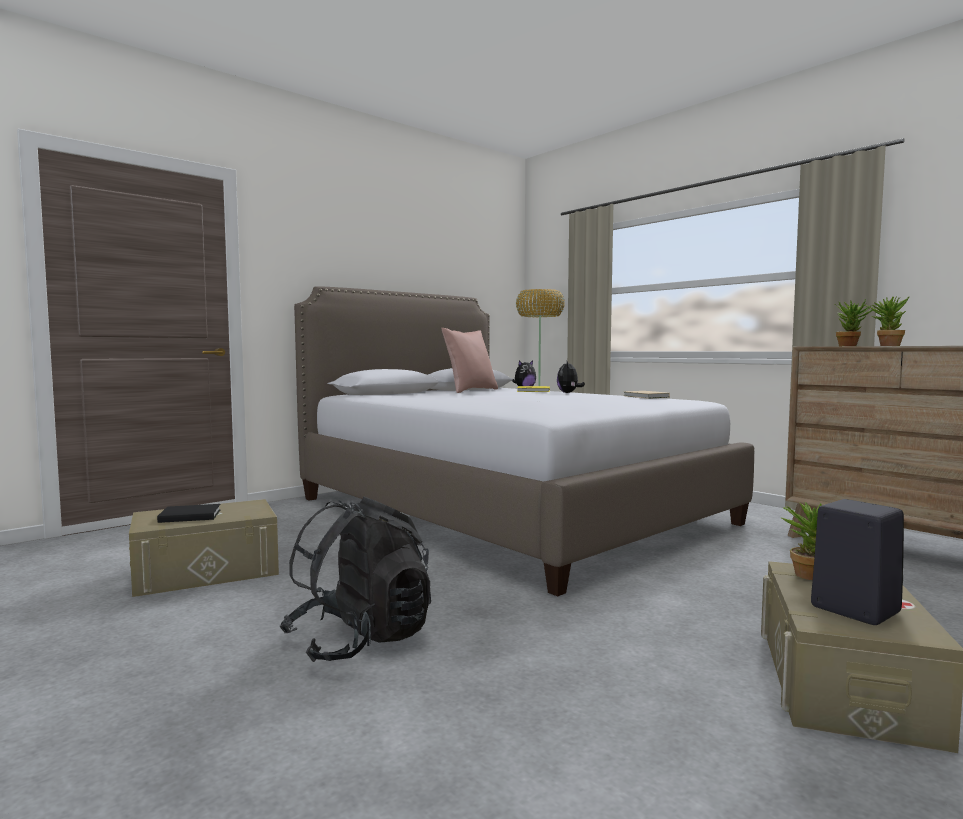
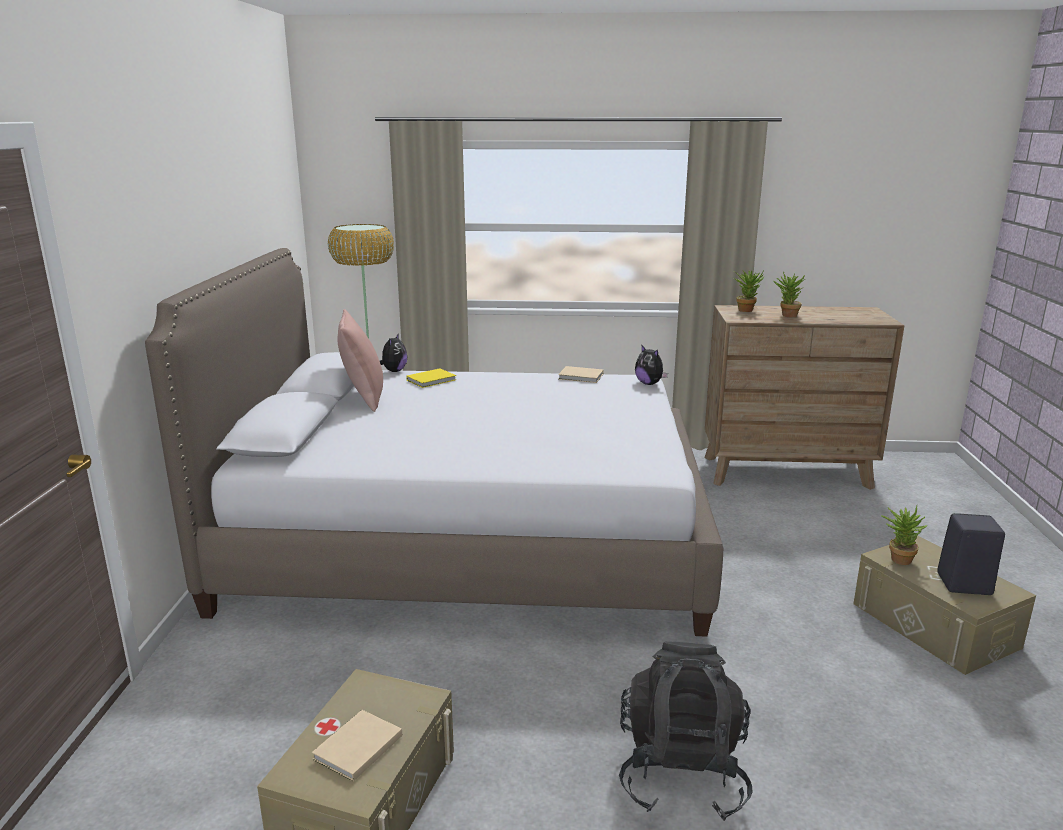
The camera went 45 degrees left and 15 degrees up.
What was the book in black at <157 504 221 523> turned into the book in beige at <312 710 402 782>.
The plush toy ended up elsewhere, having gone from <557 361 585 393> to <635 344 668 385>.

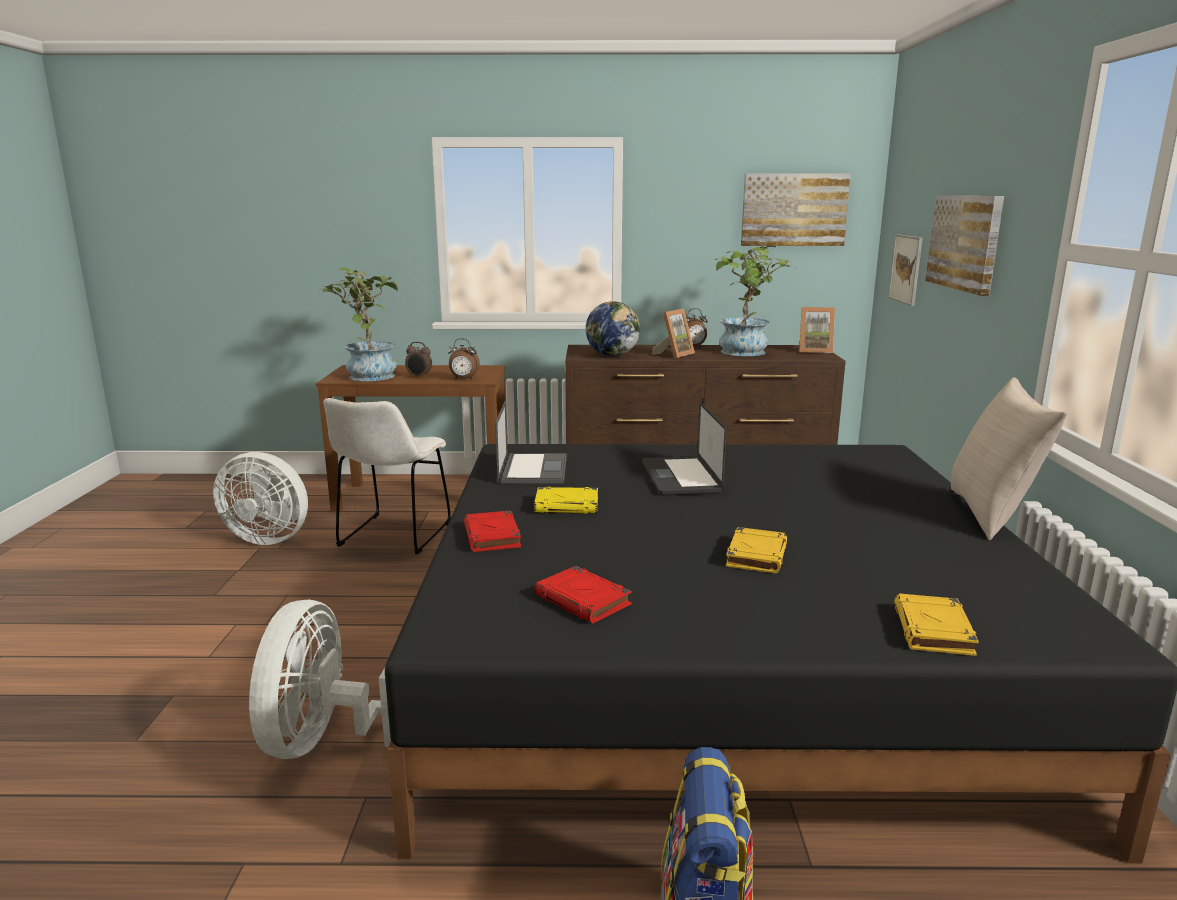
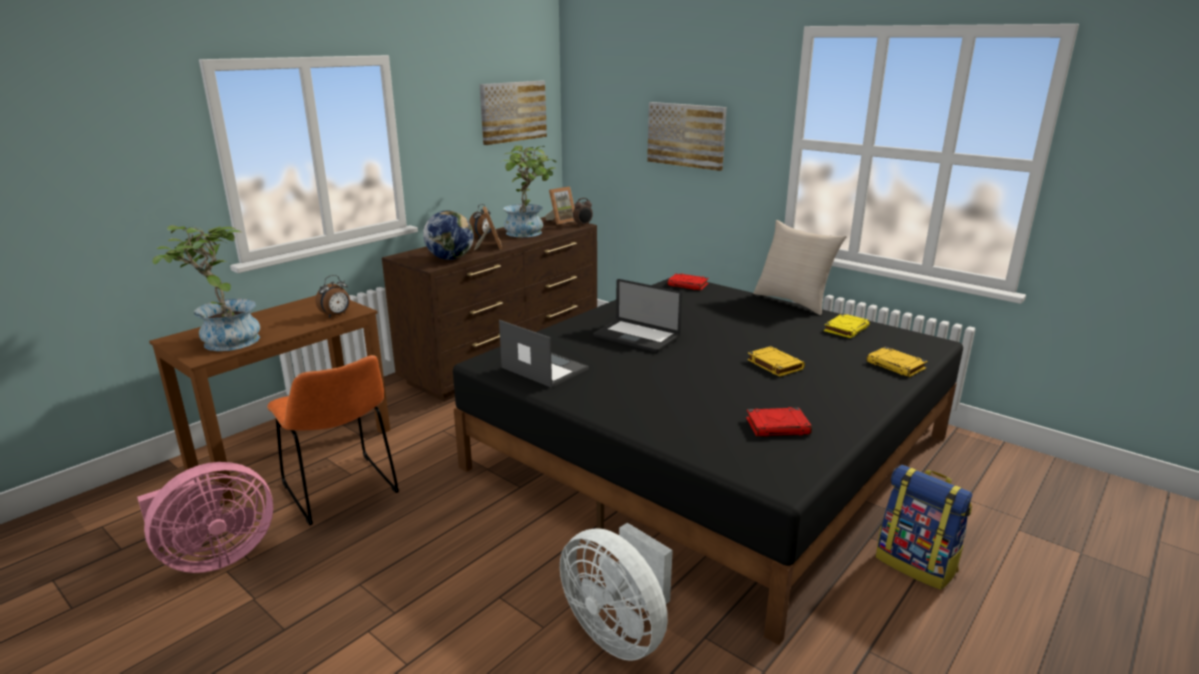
The camera went 50 degrees left and 5 degrees up.
What was the fan in white at <213 452 308 545> turned into the fan in pink at <137 462 273 573>.
What was the chair in white at <324 398 451 554> turned into the chair in orange at <267 355 399 525>.
The alarm clock ended up elsewhere, having gone from <405 342 432 378> to <573 198 593 226>.
The book in red ended up elsewhere, having gone from <464 510 521 552> to <667 273 709 290>.
The book in yellow ended up elsewhere, having gone from <534 487 598 514> to <824 313 870 338>.
The second view lost the picture at <888 234 923 306>.

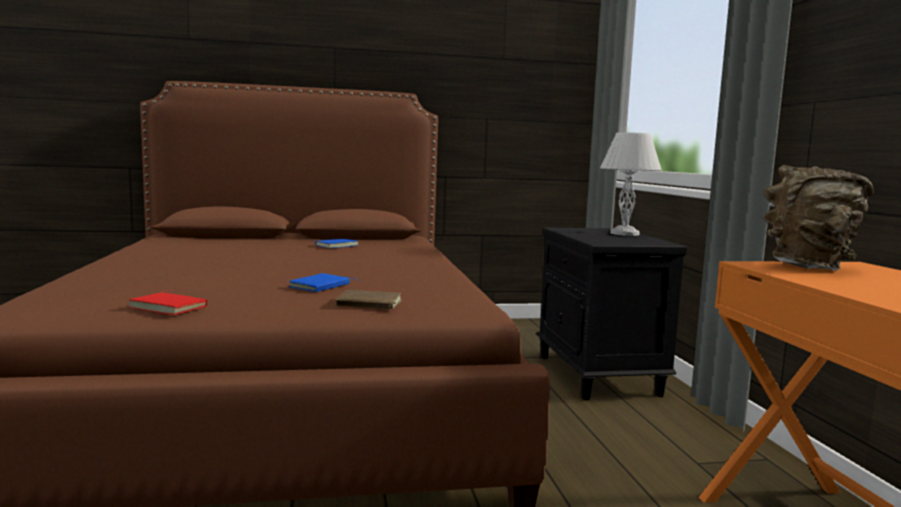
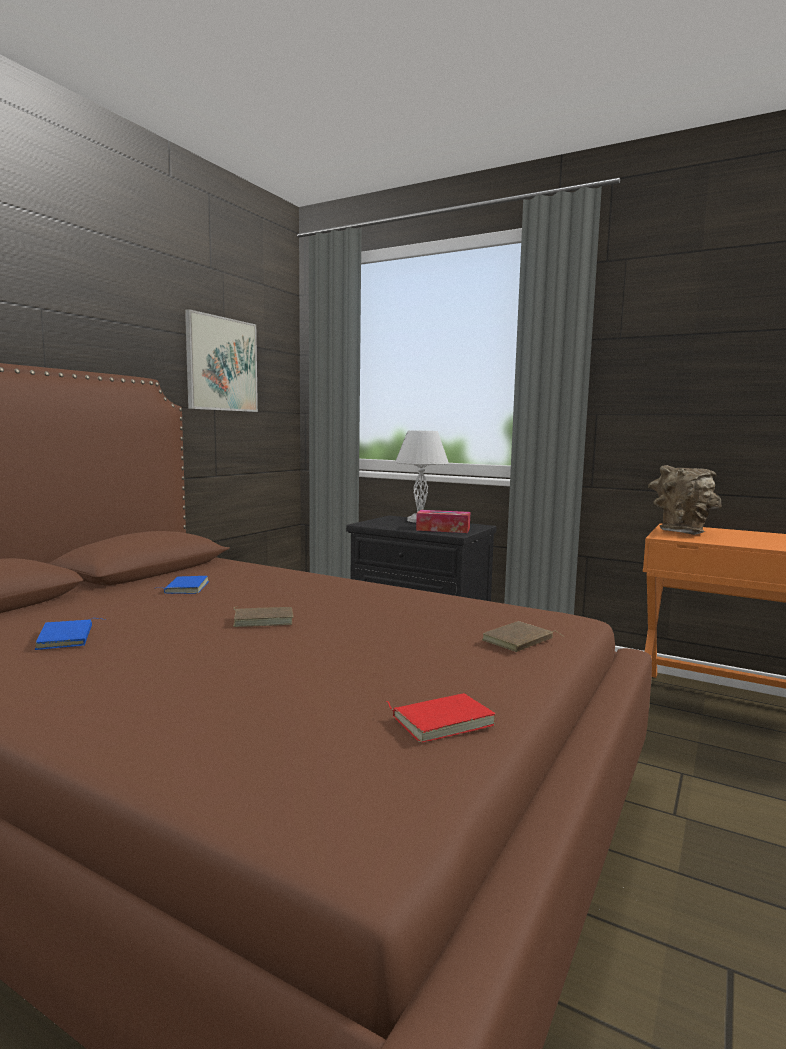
The camera went 50 degrees left and 0 degrees up.
The book in blue ended up elsewhere, having gone from <289 273 358 292> to <35 618 105 650>.
The second view gained the picture at <185 309 258 412>.
The second view gained the book in brown at <233 606 293 627>.
The second view gained the tissue box at <416 510 470 533>.

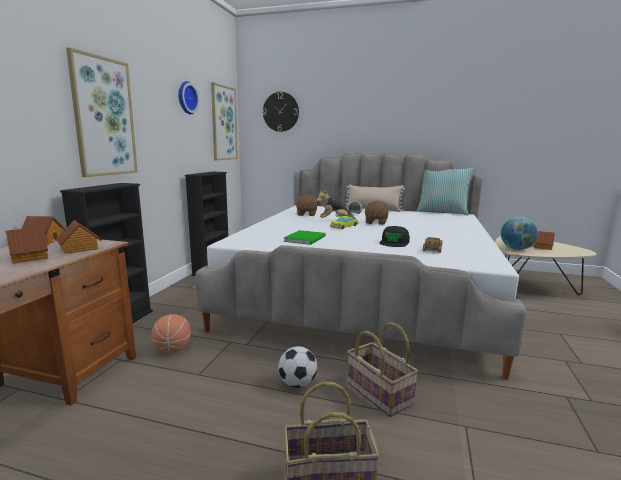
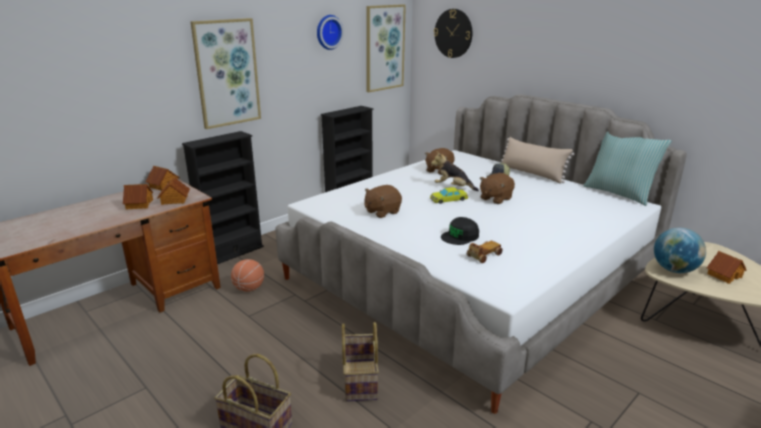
The camera went 30 degrees right and 10 degrees up.
Where the book in green stood at <284 230 326 245>, the plush toy in brown came to stand at <364 185 402 218>.
The second view lost the football at <278 346 317 388>.

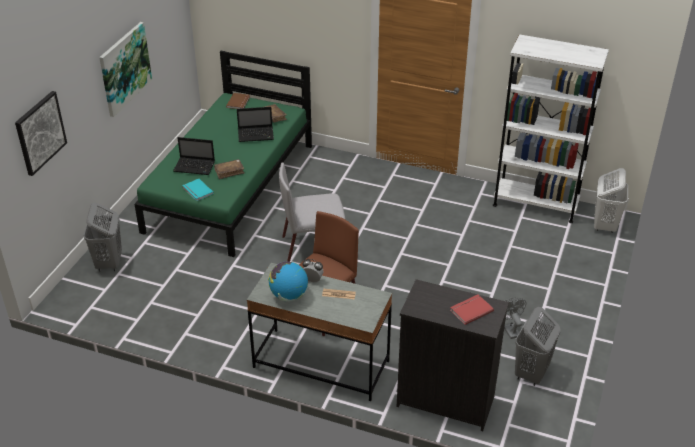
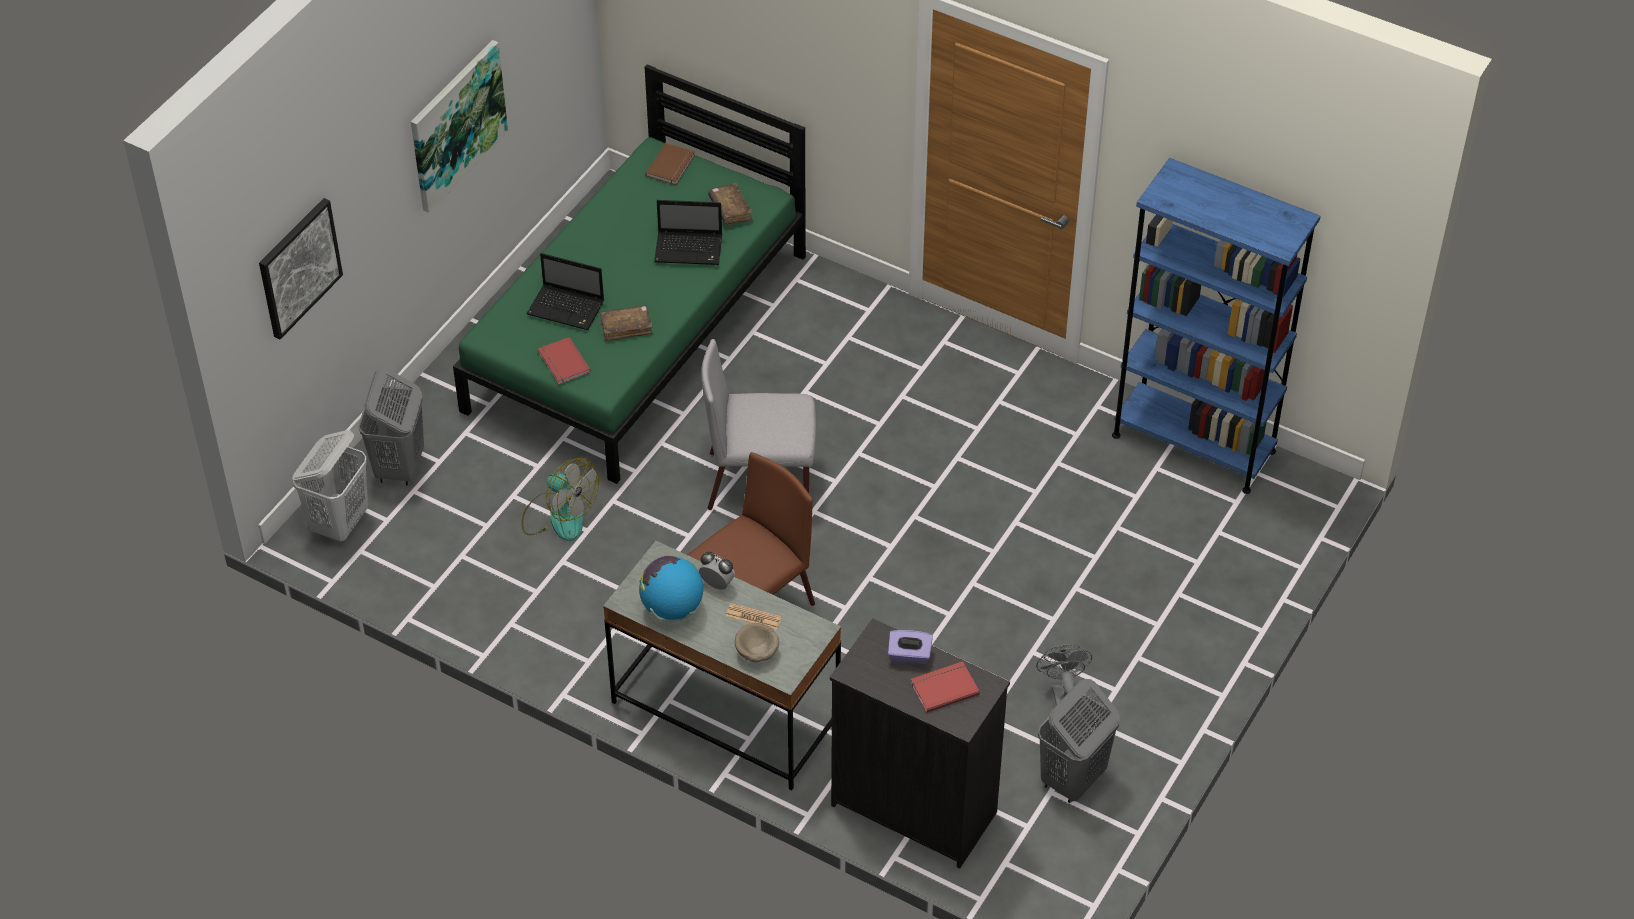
The camera went 10 degrees right and 10 degrees up.
The laundry basket in white ended up elsewhere, having gone from <594 168 628 233> to <292 430 368 542>.
The second view gained the fan at <521 458 599 541>.
What was the book in turquoise at <182 179 214 201> turned into the book in red at <538 337 591 385>.
The second view gained the bowl in beige at <735 623 779 662>.
The second view gained the tissue box in purple at <888 630 933 665>.
What was the bookcase in white at <493 34 609 223> turned into the bookcase in blue at <1112 158 1321 494>.

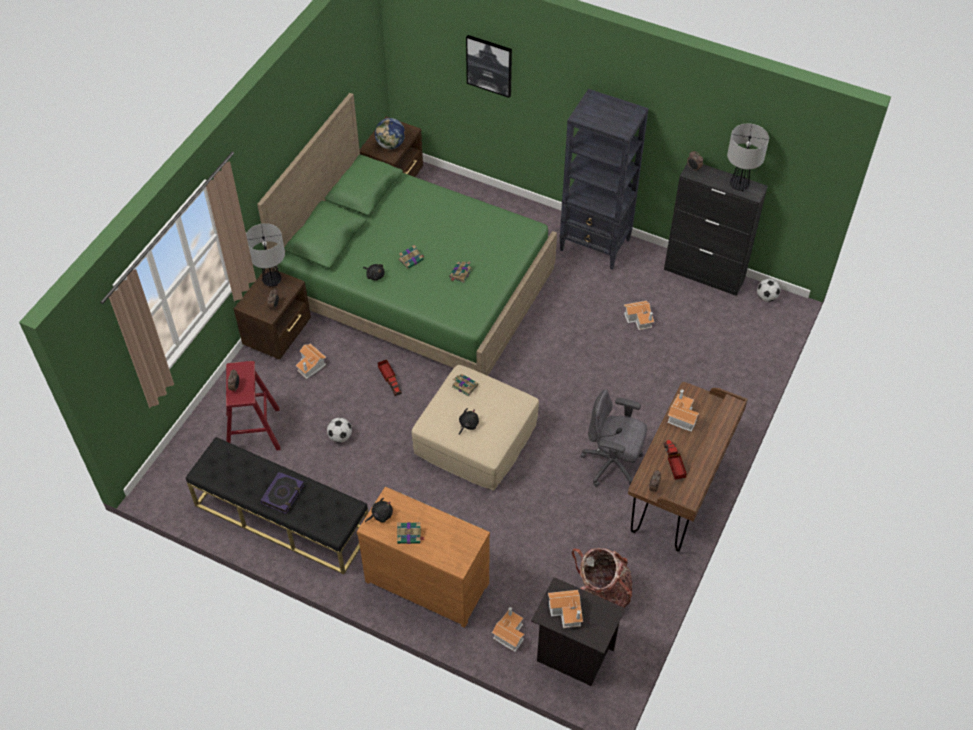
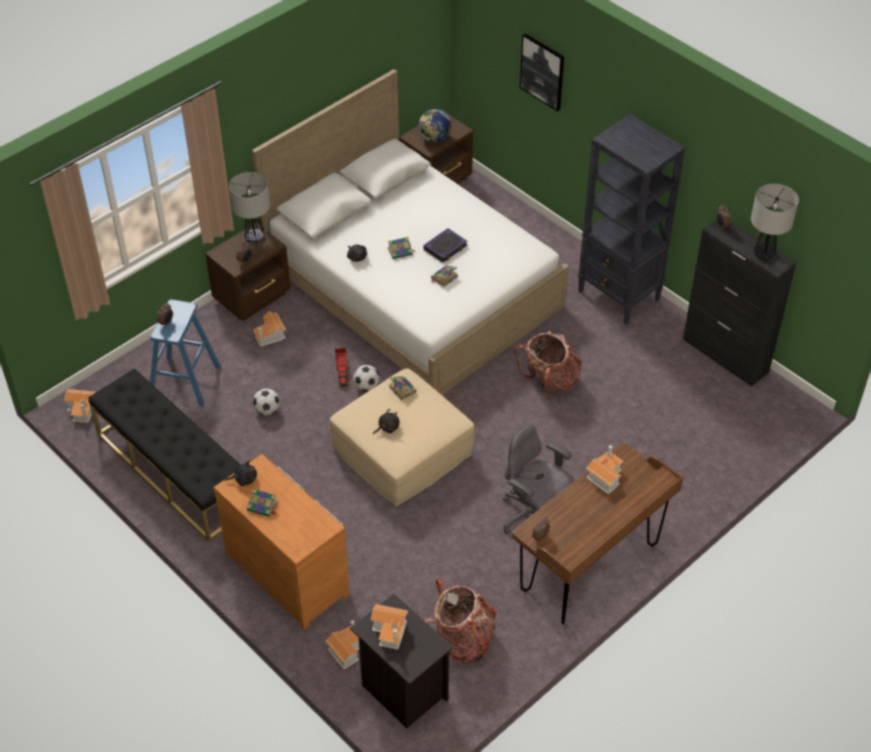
The camera went 20 degrees right and 5 degrees down.
The toy house ended up elsewhere, having gone from <624 301 654 330> to <64 389 95 423>.
What was the stool in red at <226 361 281 450> turned into the stool in blue at <150 299 221 406>.
What was the bed in green at <257 93 557 376> turned into the bed in white at <252 69 569 395>.
The football ended up elsewhere, having gone from <757 279 781 302> to <353 365 380 391>.
The book ended up elsewhere, having gone from <261 472 304 514> to <423 228 468 263>.
The second view gained the backpack at <514 331 582 400>.
The second view lost the toy truck at <664 440 687 480>.

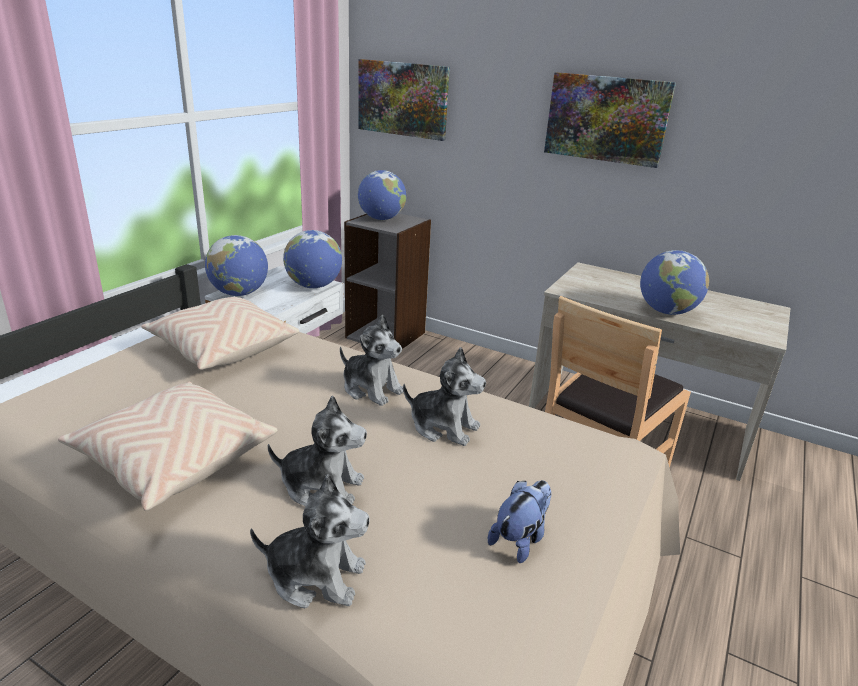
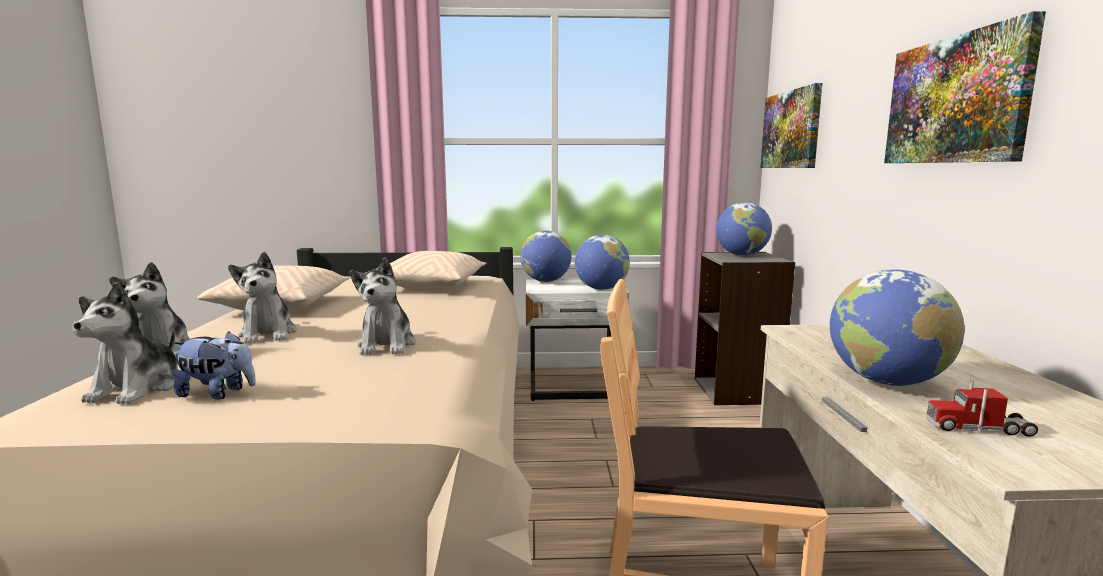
The camera went 60 degrees right and 15 degrees down.
The plush toy ended up elsewhere, having gone from <340 315 403 406> to <72 282 178 404>.
The second view gained the toy truck at <926 380 1038 437>.

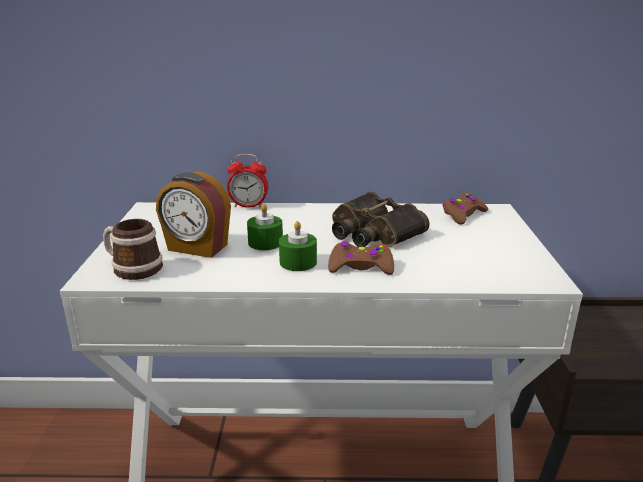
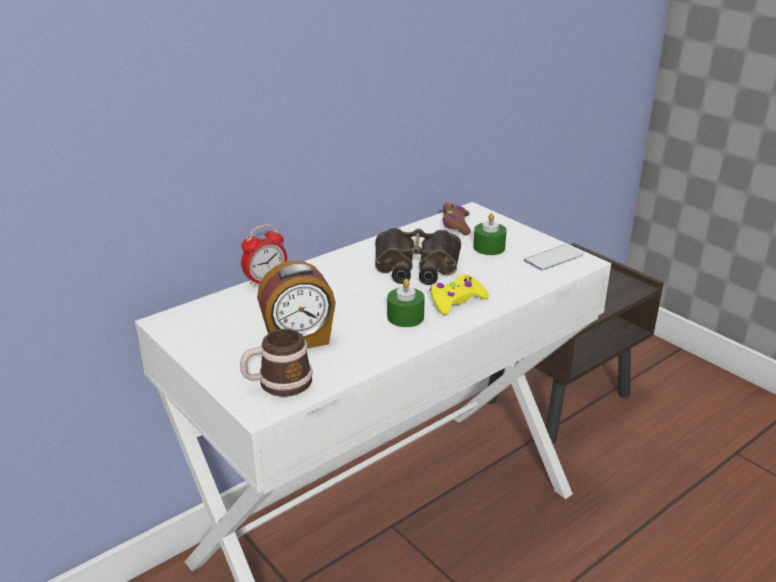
The camera went 40 degrees left and 5 degrees up.
What was the game controller in brown at <328 241 394 275> turned into the game controller in yellow at <430 274 489 315>.
The candle in green ended up elsewhere, having gone from <247 204 283 250> to <473 213 507 255>.
The second view gained the phone at <524 245 583 270>.

